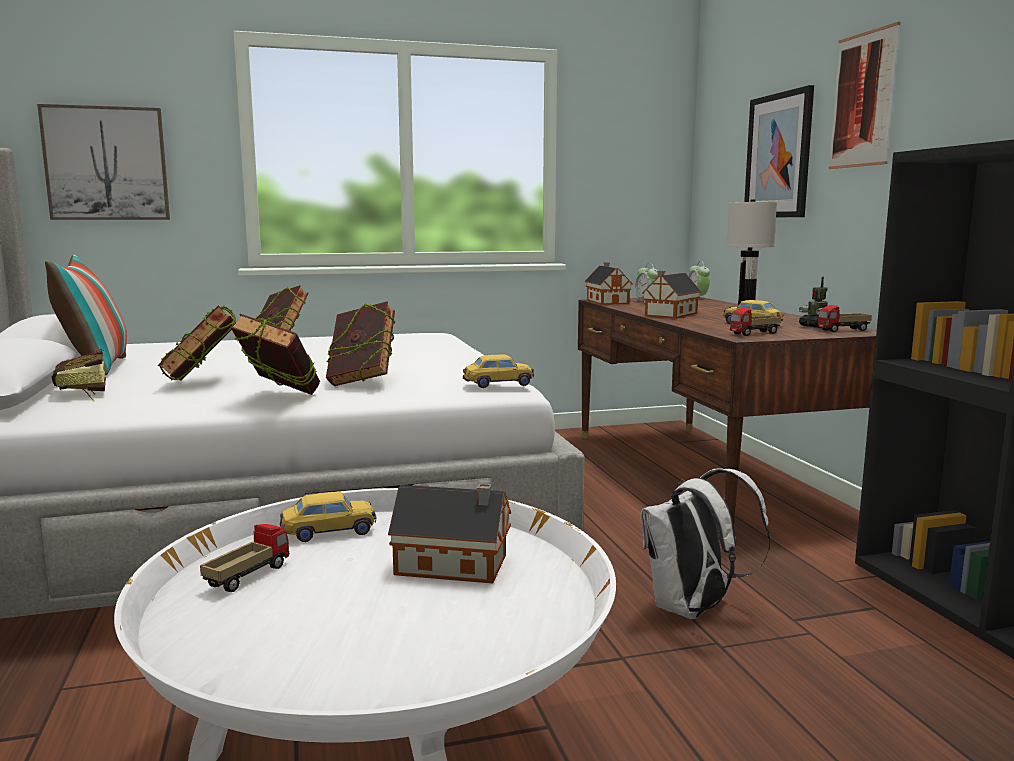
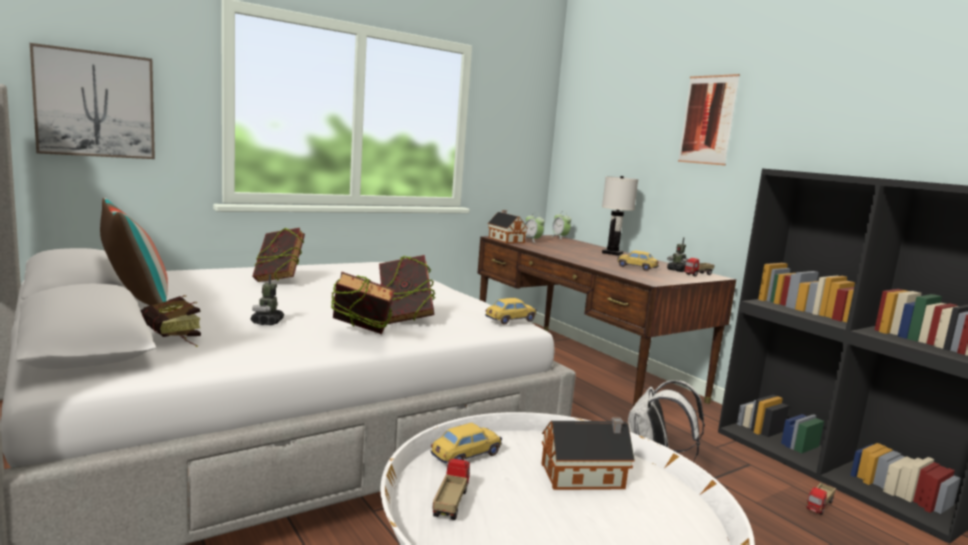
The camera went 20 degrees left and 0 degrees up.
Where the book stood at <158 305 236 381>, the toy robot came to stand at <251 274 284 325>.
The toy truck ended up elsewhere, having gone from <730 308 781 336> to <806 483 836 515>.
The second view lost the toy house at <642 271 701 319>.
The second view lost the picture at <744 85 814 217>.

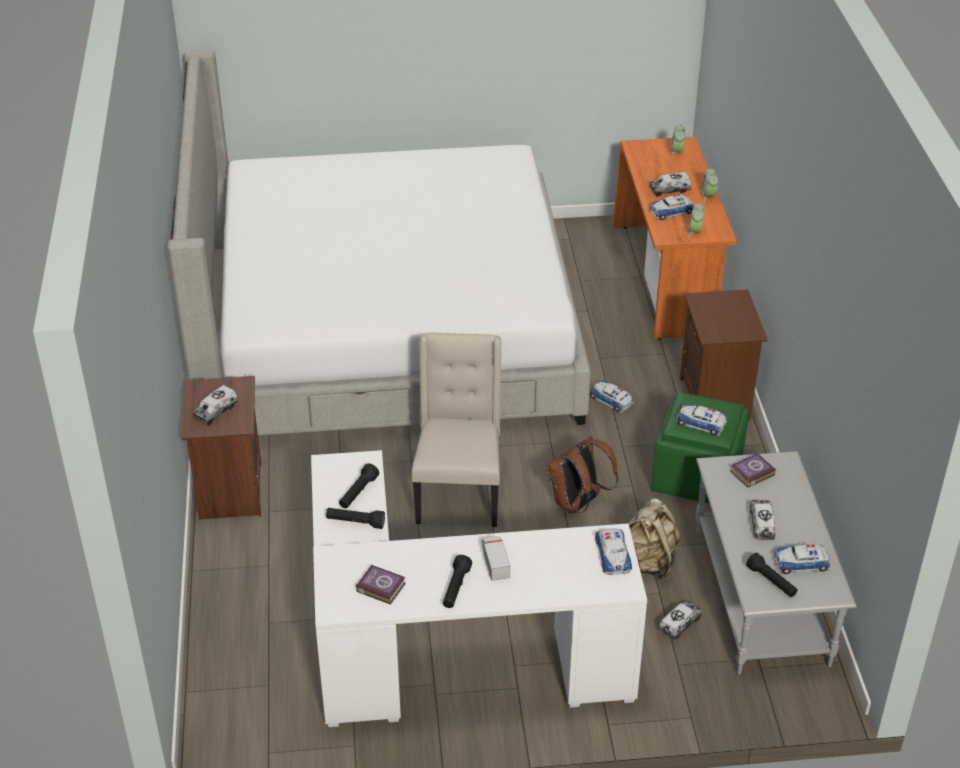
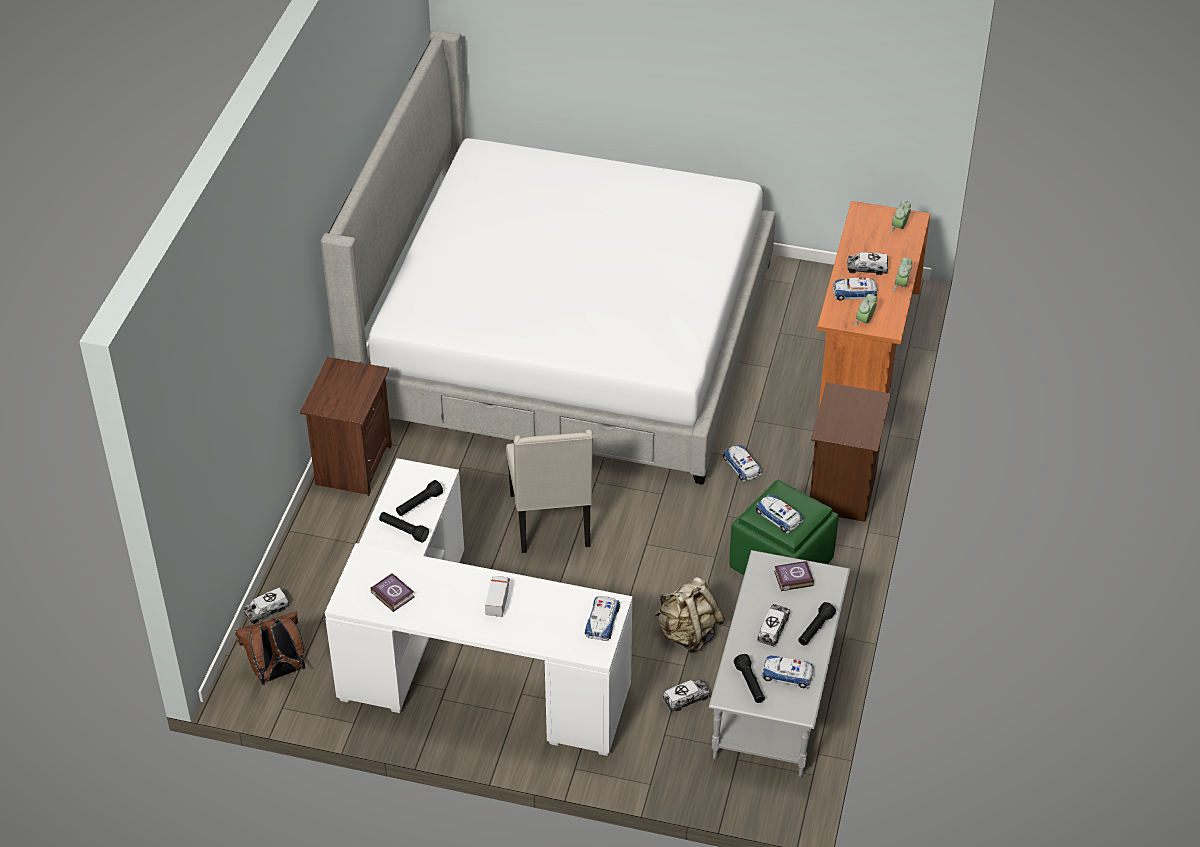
The camera went 20 degrees right and 5 degrees up.
The backpack in brown ended up elsewhere, having gone from <546 436 618 514> to <235 611 305 685>.
The toy truck ended up elsewhere, having gone from <193 385 238 425> to <244 588 289 624>.
The chair in beige at <412 333 501 527> ended up facing another way, 150 degrees clockwise from before.
The flashlight in black ended up elsewhere, having gone from <443 555 472 608> to <798 602 836 645>.

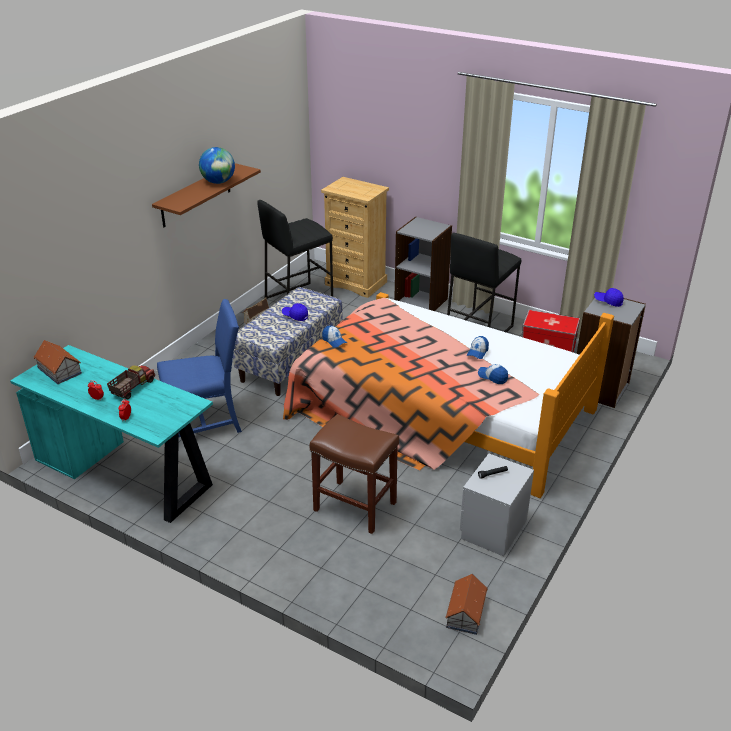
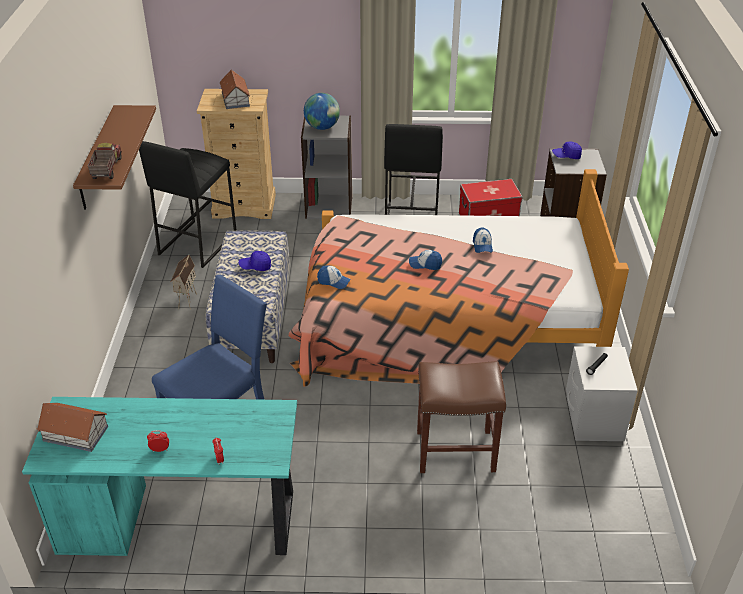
The camera went 30 degrees left and 5 degrees up.
The toy truck ended up elsewhere, having gone from <107 365 155 399> to <88 143 122 179>.
The toy house ended up elsewhere, having gone from <445 574 488 635> to <220 70 250 109>.
The globe ended up elsewhere, having gone from <199 147 235 184> to <304 93 340 130>.
The cap ended up elsewhere, having gone from <478 364 508 384> to <409 250 442 270>.

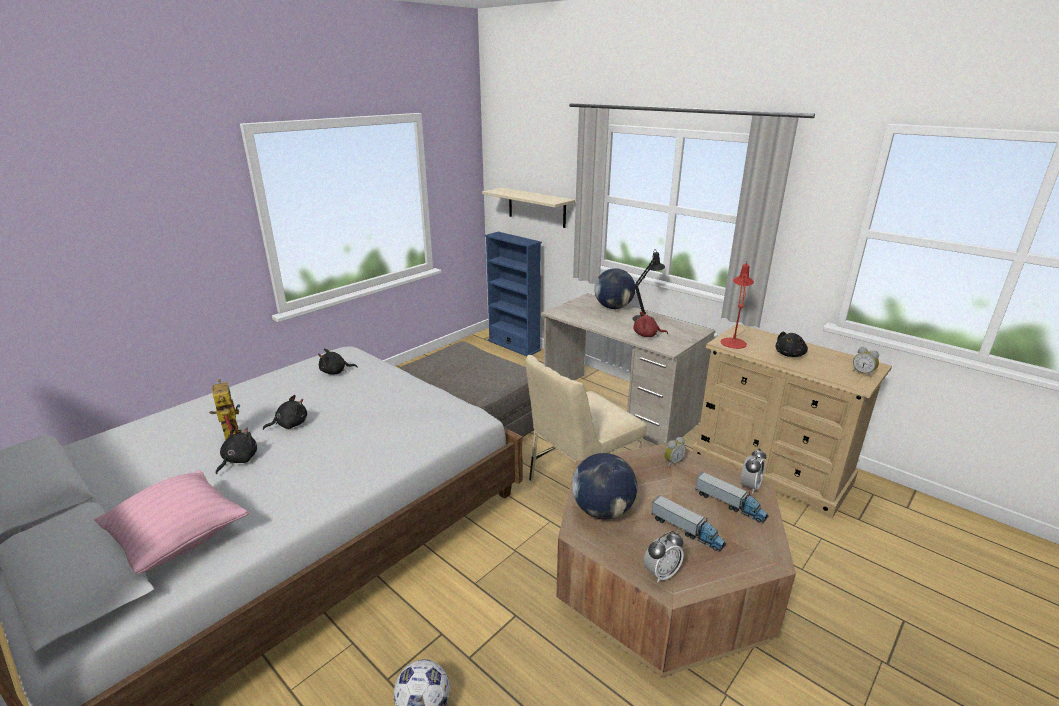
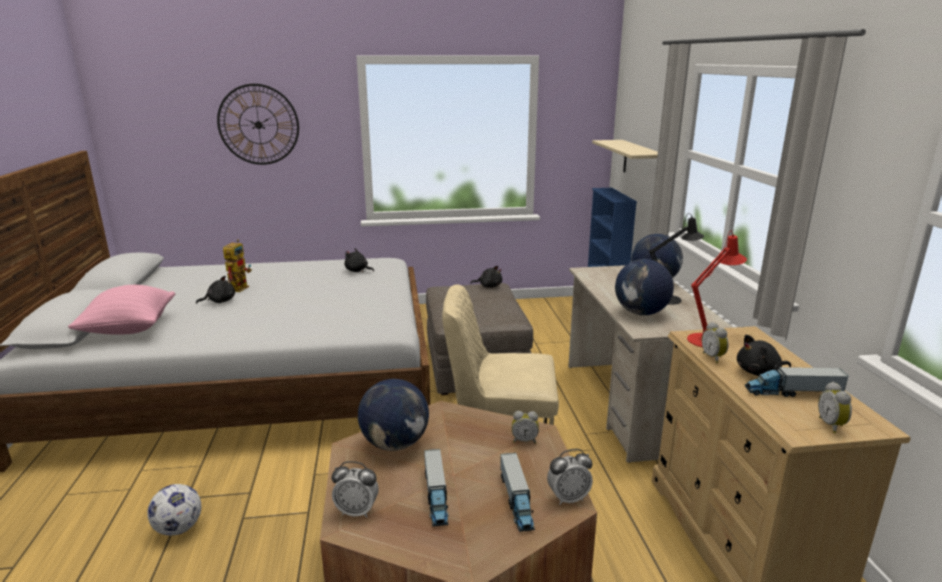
The camera went 40 degrees right and 5 degrees down.
The second view gained the wall clock at <217 84 299 165>.
The plush toy in black ended up elsewhere, having gone from <263 395 307 430> to <470 266 502 288>.
Where the plush toy in red stood at <634 312 668 337>, the globe came to stand at <615 259 674 315>.
The second view gained the alarm clock at <702 322 728 363>.
The second view gained the toy truck at <745 365 849 397>.

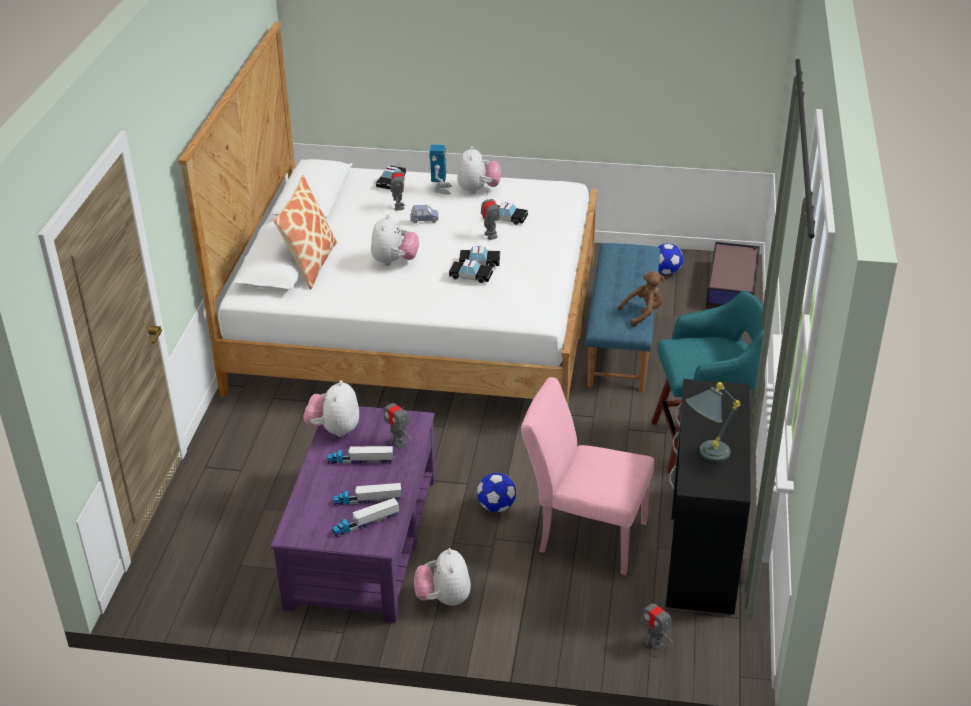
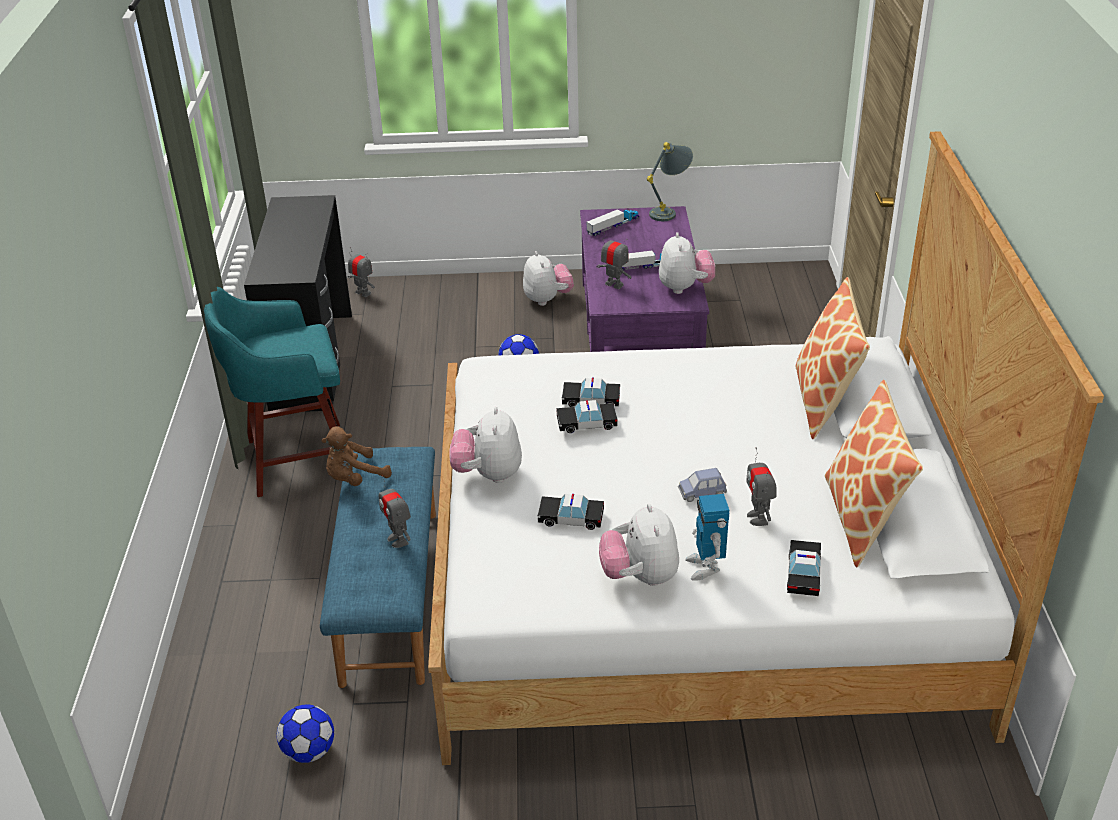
The camera went 170 degrees right and 0 degrees up.
The toy robot ended up elsewhere, having gone from <481 191 500 240> to <379 476 411 548>.
The plush toy ended up elsewhere, having gone from <371 214 419 266> to <449 407 522 483>.
The table lamp in grey ended up elsewhere, having gone from <686 382 741 462> to <647 142 693 221>.
The second view gained the pillow at <825 380 923 567>.
The second view lost the toy truck at <334 483 402 506>.
The second view lost the chair in pink at <521 377 654 575>.
The second view lost the storage box at <706 242 760 309>.

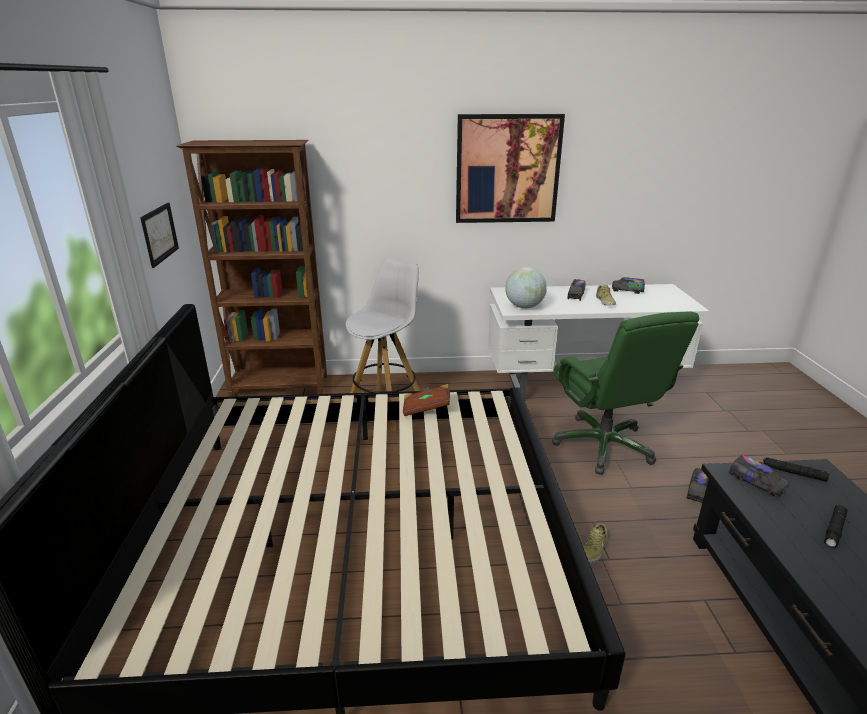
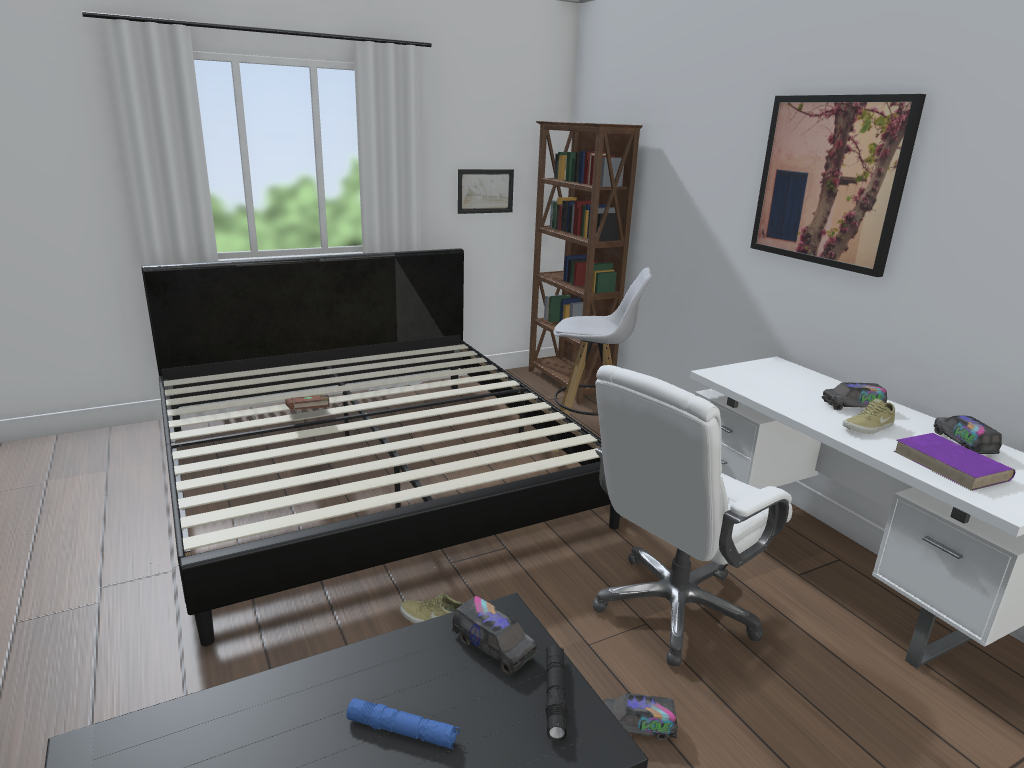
The camera went 65 degrees right and 5 degrees down.
The book in brown ended up elsewhere, having gone from <403 384 450 416> to <285 394 330 410>.
What was the flashlight in black at <824 505 848 548> turned into the flashlight in blue at <346 698 460 749>.
The toy truck at <729 455 790 498> ended up facing another way, 75 degrees counterclockwise from before.
What was the office chair in green at <552 311 699 475> turned into the office chair in white at <592 365 792 667>.
The second view gained the book in purple at <893 433 1015 491>.
The second view lost the globe at <505 267 547 309>.

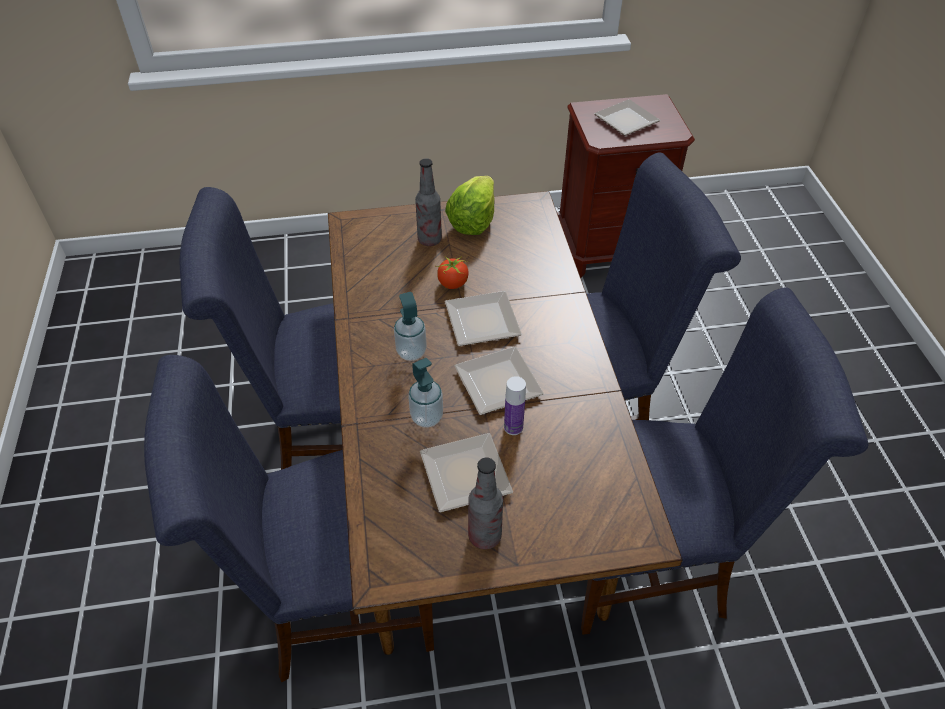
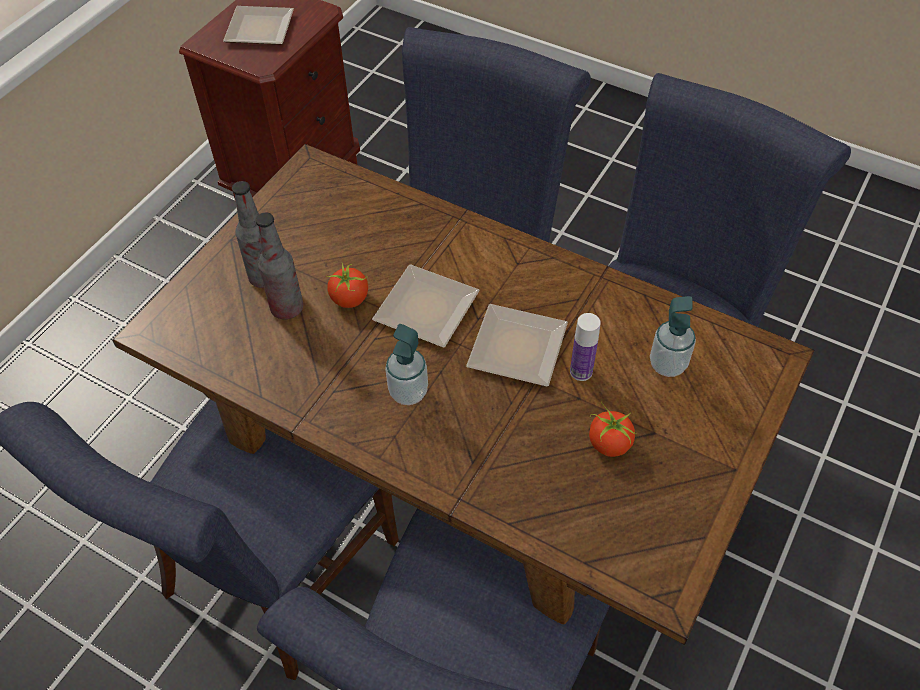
The camera went 50 degrees left and 5 degrees up.
The bottle ended up elsewhere, having gone from <468 457 503 549> to <256 212 303 319>.
Where the plate stood at <420 433 513 512>, the tomato came to stand at <589 402 637 457>.
The soap dispenser ended up elsewhere, having gone from <408 358 443 428> to <650 296 696 377>.
The second view lost the lettuce at <445 176 495 235>.

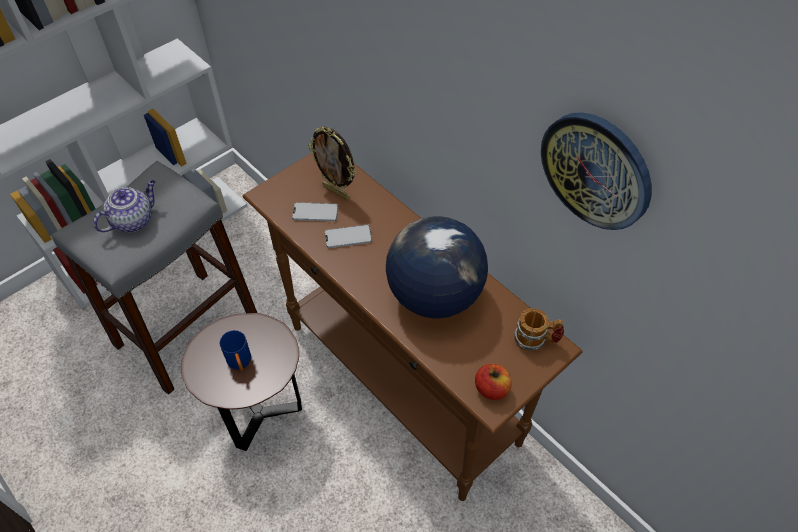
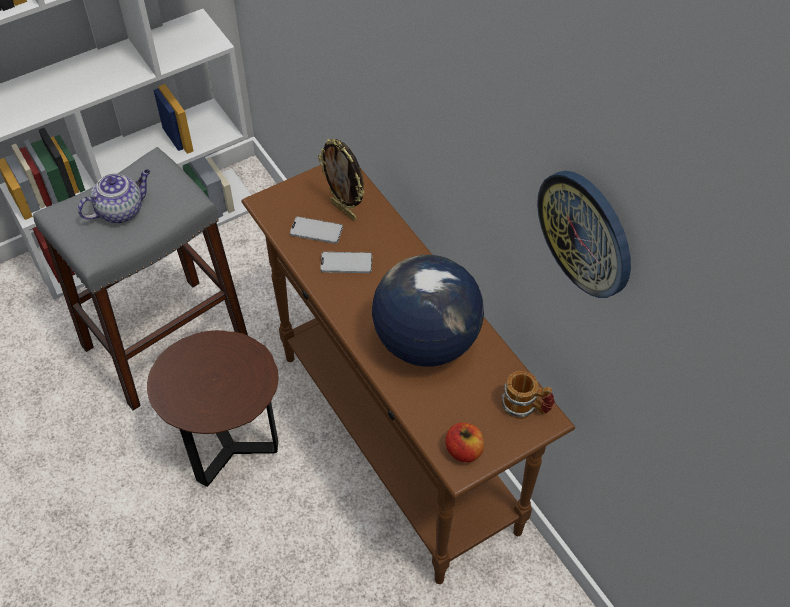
The camera went 10 degrees right and 0 degrees up.
The second view lost the mug in blue at <220 330 251 371>.

